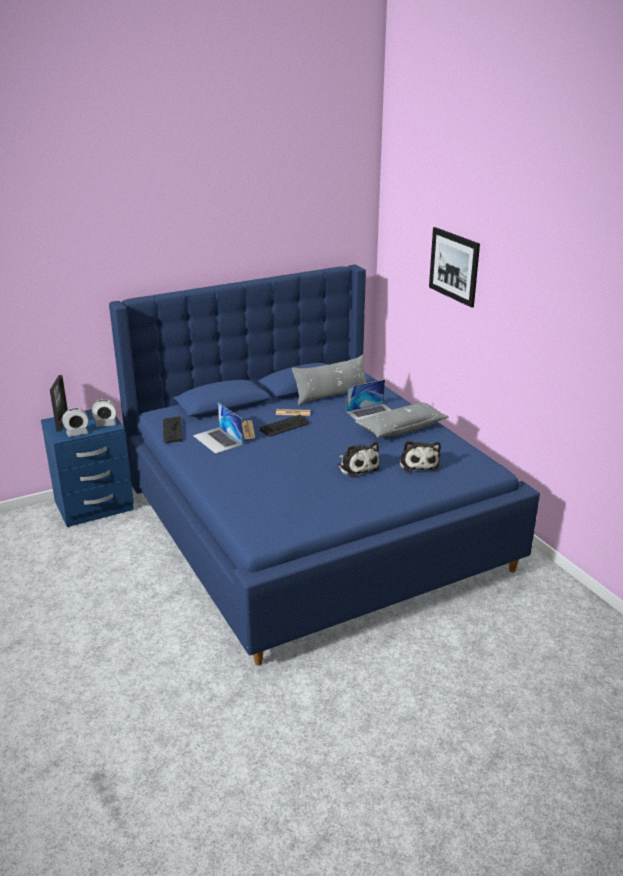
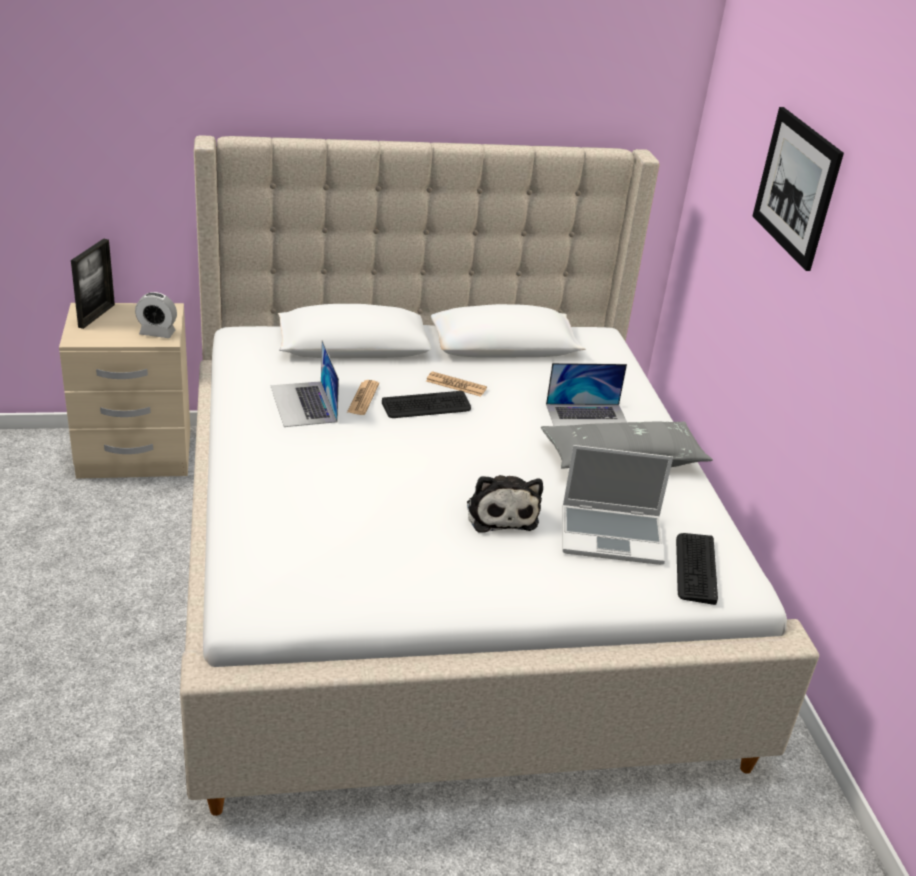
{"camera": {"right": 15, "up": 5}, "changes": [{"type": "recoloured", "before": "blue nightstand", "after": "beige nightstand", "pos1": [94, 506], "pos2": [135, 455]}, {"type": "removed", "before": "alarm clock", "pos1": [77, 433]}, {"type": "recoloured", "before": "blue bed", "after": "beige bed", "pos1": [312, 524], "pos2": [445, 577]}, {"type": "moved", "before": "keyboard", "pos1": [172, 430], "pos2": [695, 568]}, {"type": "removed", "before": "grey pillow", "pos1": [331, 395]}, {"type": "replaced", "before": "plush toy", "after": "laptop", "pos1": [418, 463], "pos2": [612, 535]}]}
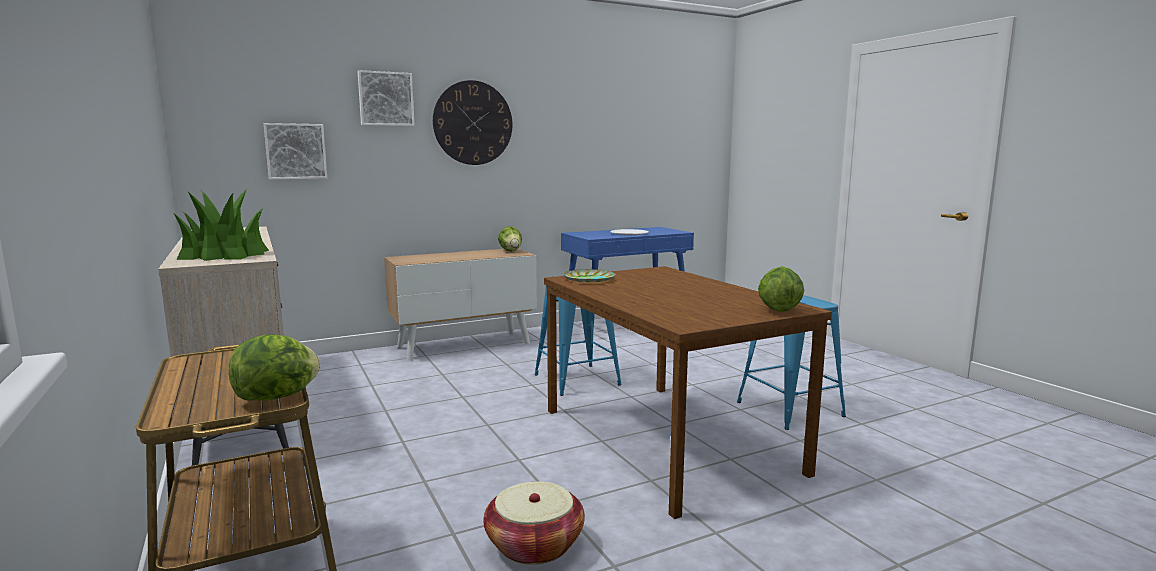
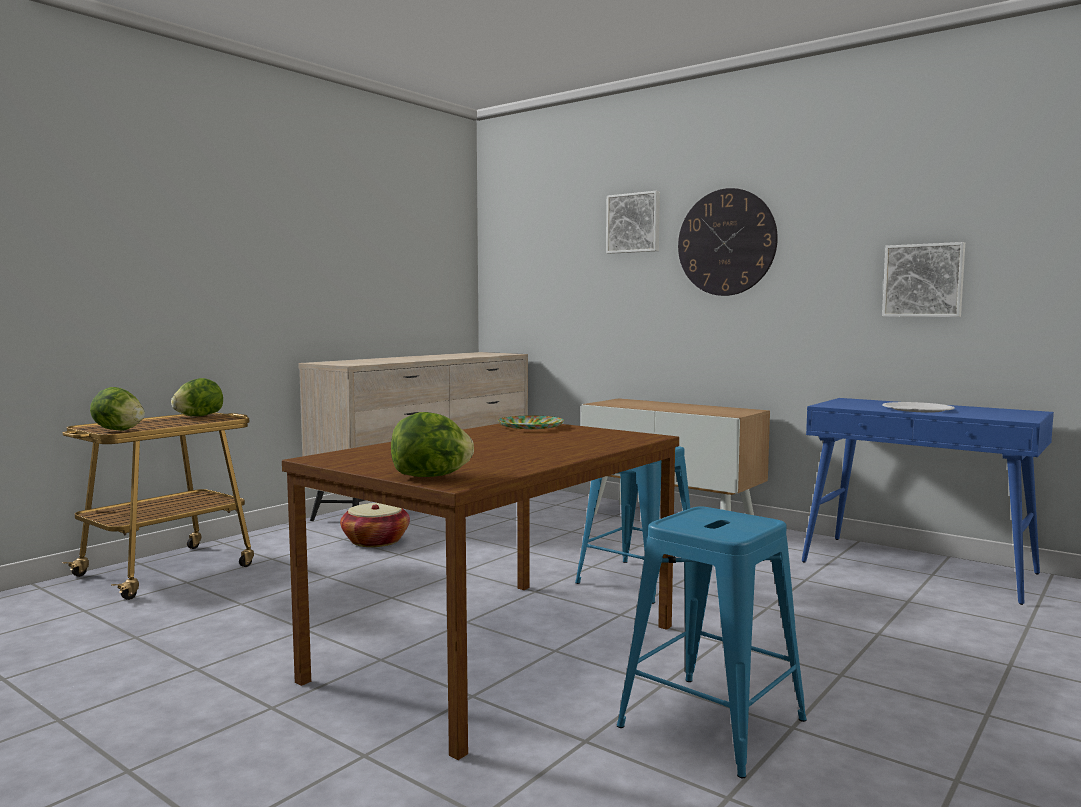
{"camera": {"right": 65, "up": -5}, "changes": [{"type": "removed", "before": "potted plant", "pos1": [225, 254]}, {"type": "moved", "before": "picture", "pos1": [296, 151], "pos2": [923, 280]}, {"type": "moved", "before": "basket", "pos1": [534, 545], "pos2": [375, 541]}, {"type": "moved", "before": "lettuce", "pos1": [510, 251], "pos2": [198, 416]}]}
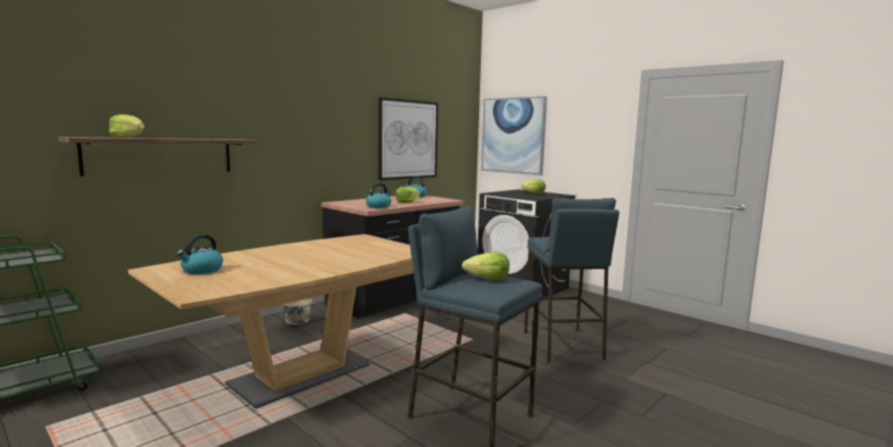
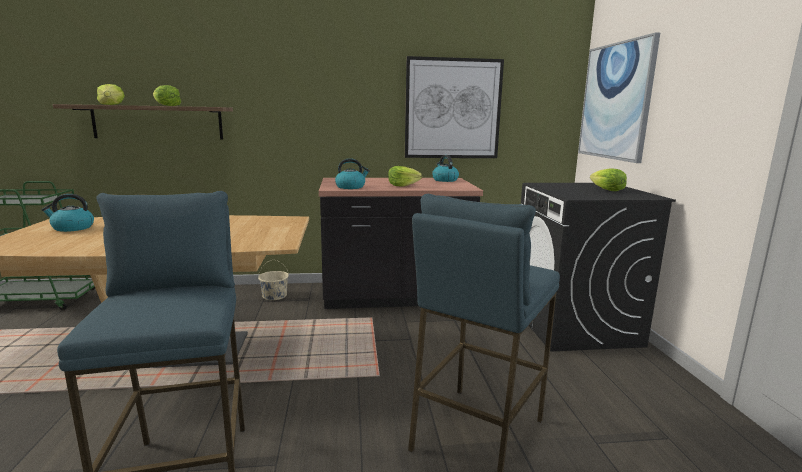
{"camera": {"right": 40, "up": 5}, "changes": [{"type": "moved", "before": "lettuce", "pos1": [488, 279], "pos2": [166, 106]}]}
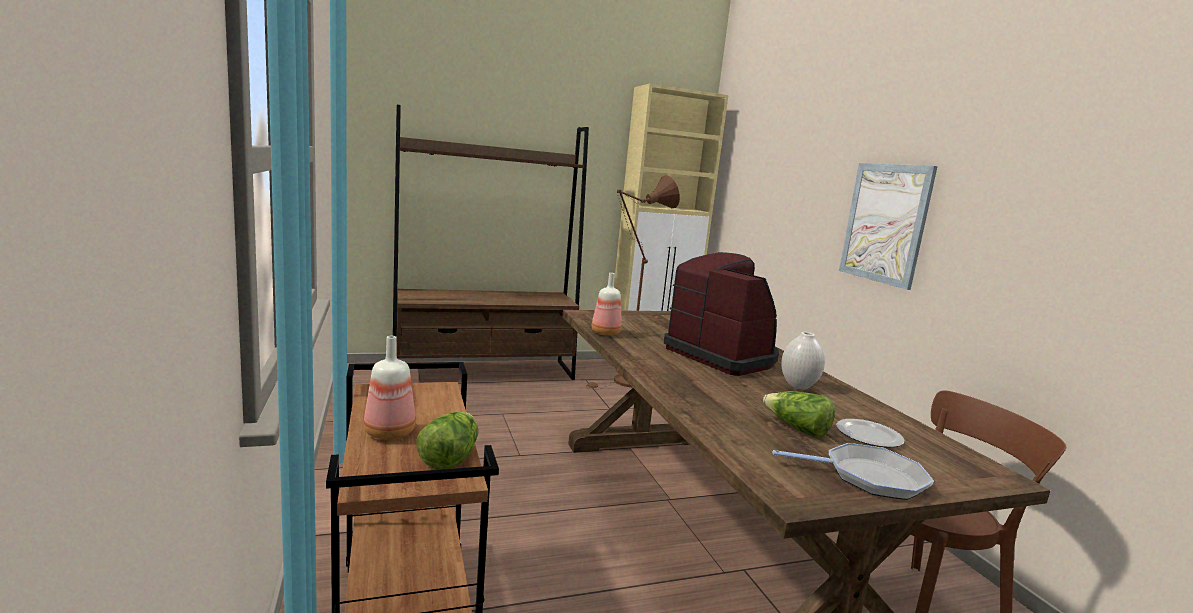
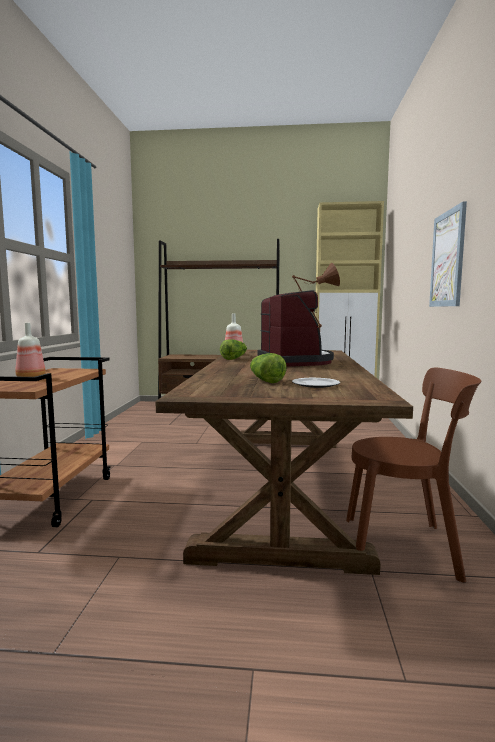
{"camera": {"right": 25, "up": -5}, "changes": [{"type": "moved", "before": "lettuce", "pos1": [449, 457], "pos2": [234, 358]}, {"type": "removed", "before": "frying pan", "pos1": [868, 477]}, {"type": "removed", "before": "white vase", "pos1": [797, 386]}]}
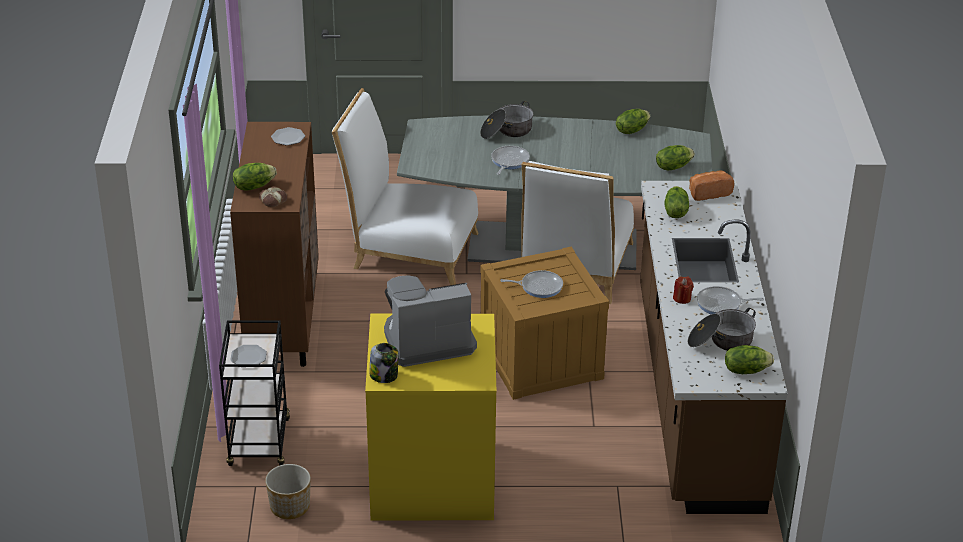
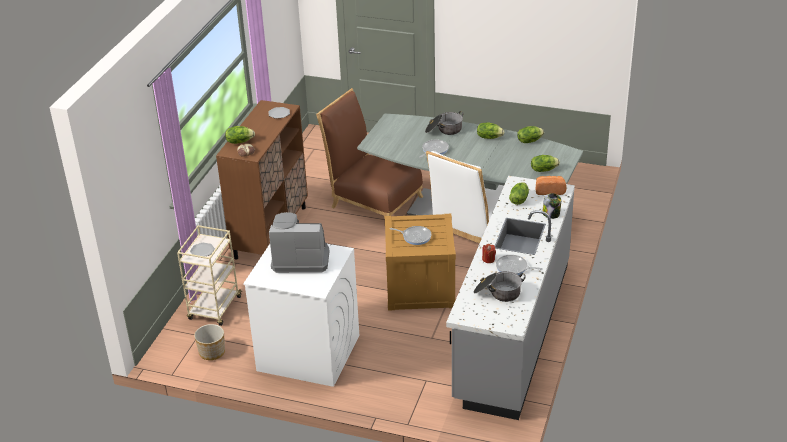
{"camera": {"right": 20, "up": 0}, "changes": [{"type": "recoloured", "before": "black cart", "after": "beige cart", "pos1": [259, 443], "pos2": [214, 309]}, {"type": "recoloured", "before": "white chair", "after": "brown chair", "pos1": [408, 250], "pos2": [372, 201]}, {"type": "recoloured", "before": "yellow washing machine", "after": "white washing machine", "pos1": [431, 480], "pos2": [307, 353]}, {"type": "moved", "before": "jar", "pos1": [384, 375], "pos2": [551, 214]}, {"type": "recoloured", "before": "brown counter", "after": "grey counter", "pos1": [695, 396], "pos2": [512, 330]}, {"type": "moved", "before": "lettuce", "pos1": [746, 370], "pos2": [489, 137]}]}
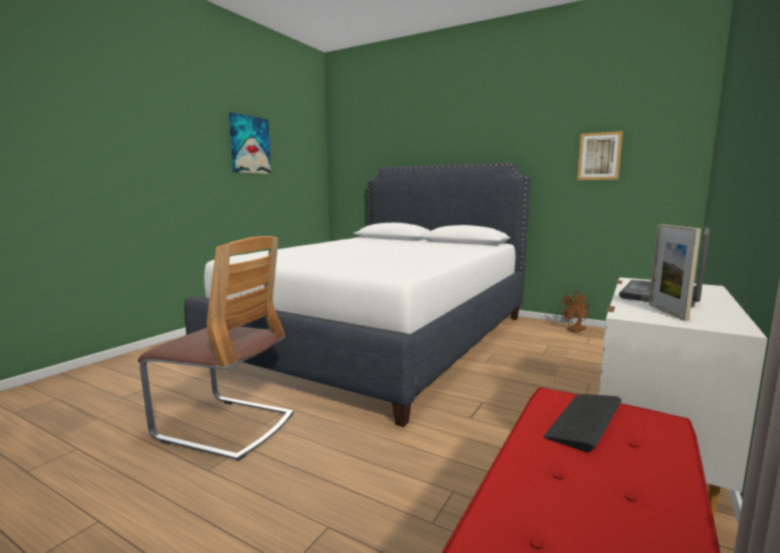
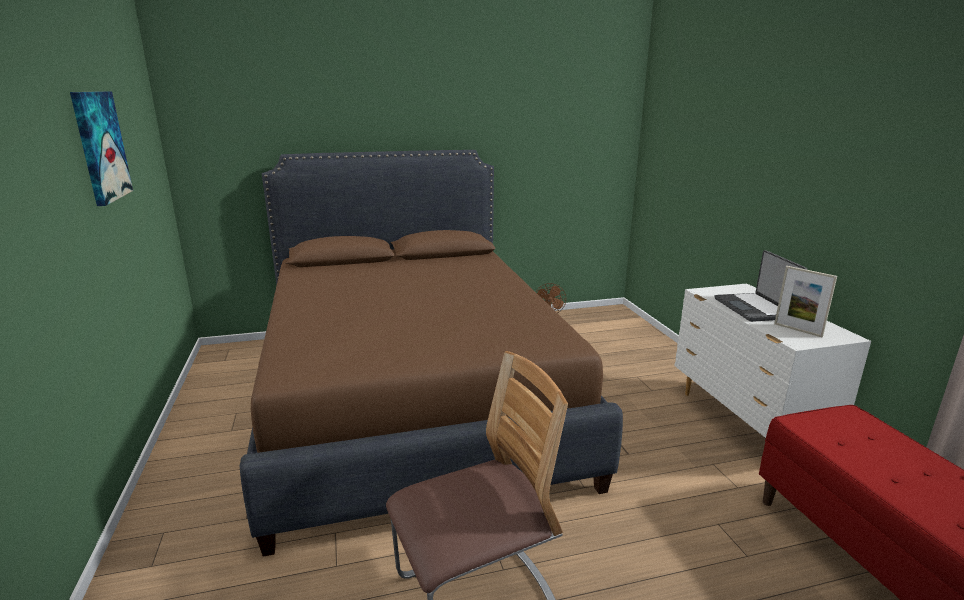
{"camera": {"right": -45, "up": 10}, "changes": [{"type": "recoloured", "before": "white bed", "after": "brown bed", "pos1": [383, 338], "pos2": [412, 398]}, {"type": "removed", "before": "keyboard", "pos1": [584, 421]}, {"type": "removed", "before": "picture", "pos1": [599, 156]}]}
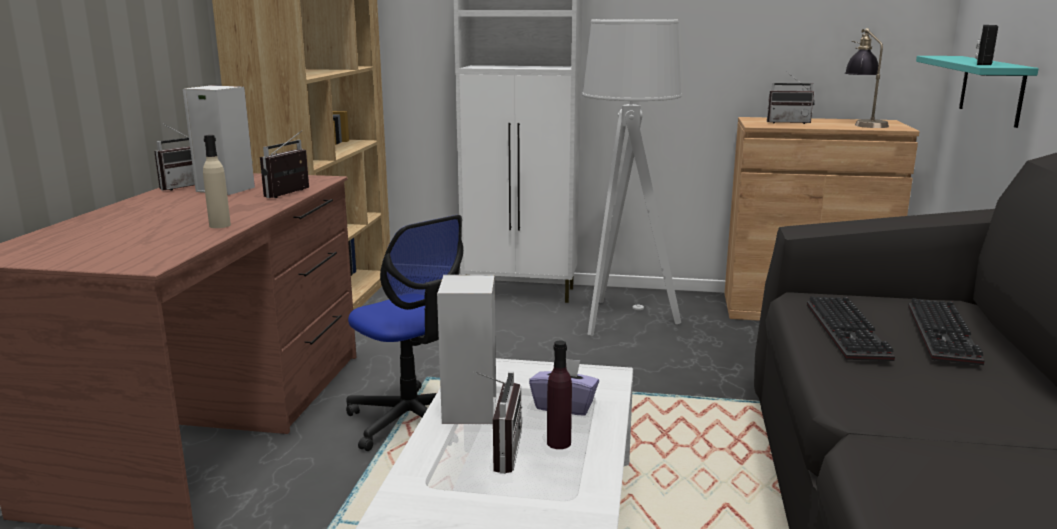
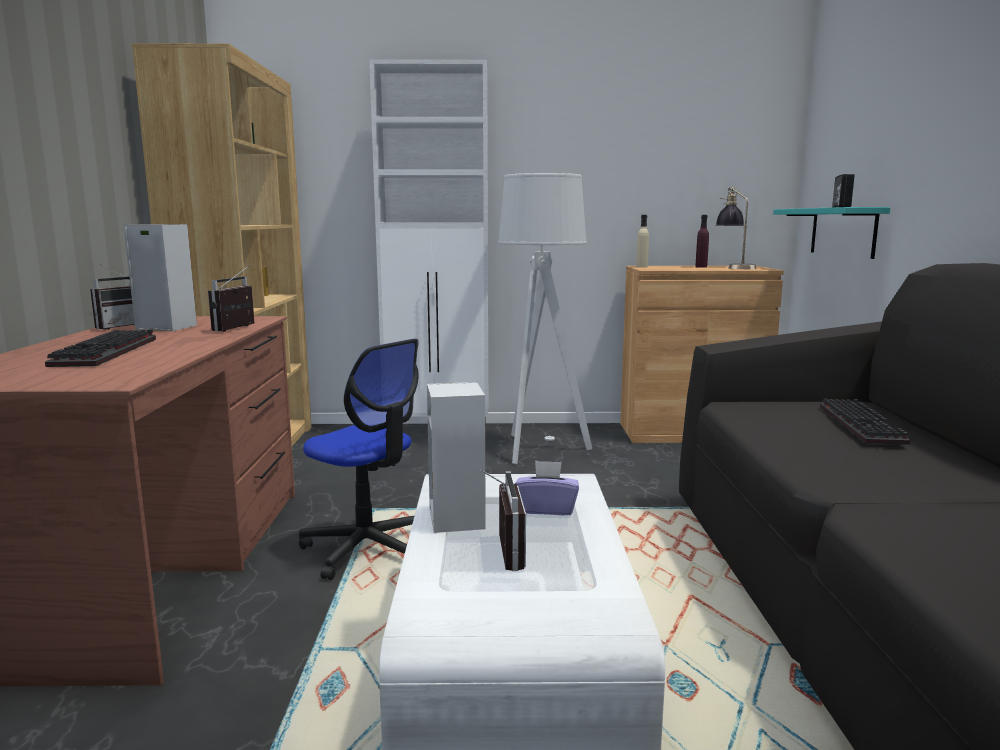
{"camera": {"right": -10, "up": -5}, "changes": [{"type": "moved", "before": "beige bottle", "pos1": [220, 225], "pos2": [641, 267]}, {"type": "moved", "before": "purple bottle", "pos1": [559, 443], "pos2": [701, 267]}, {"type": "removed", "before": "radio", "pos1": [788, 122]}, {"type": "moved", "before": "keyboard", "pos1": [850, 332], "pos2": [108, 352]}]}
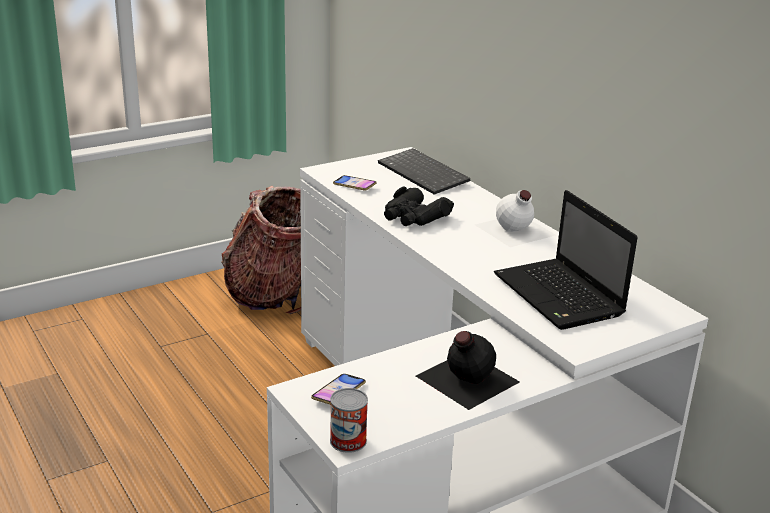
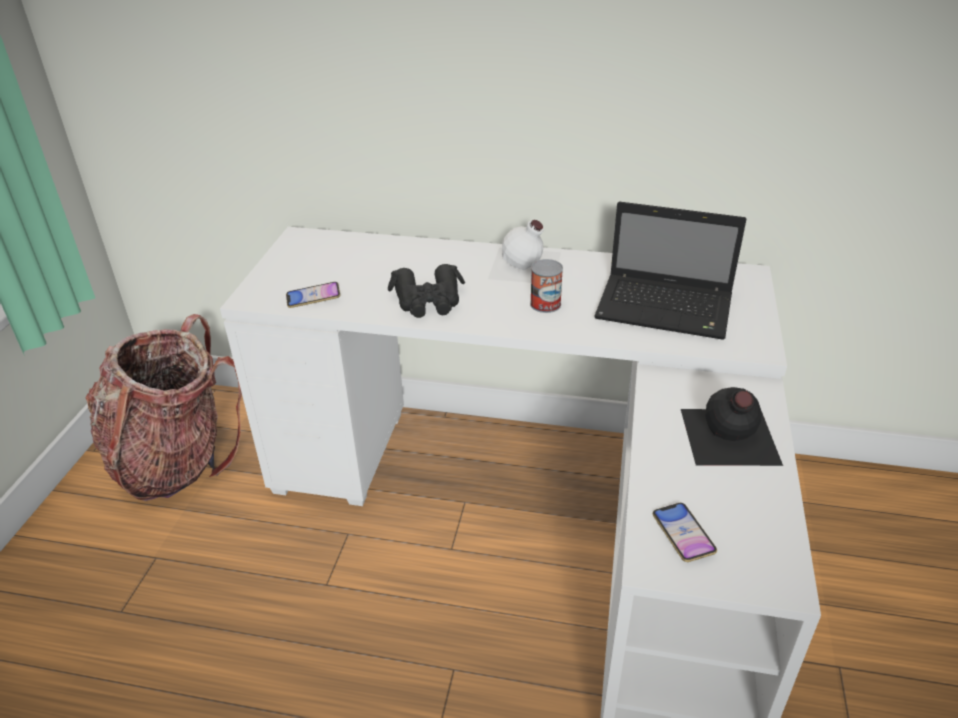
{"camera": {"right": -45, "up": 10}, "changes": [{"type": "moved", "before": "can", "pos1": [348, 441], "pos2": [545, 304]}, {"type": "removed", "before": "keyboard", "pos1": [425, 174]}]}
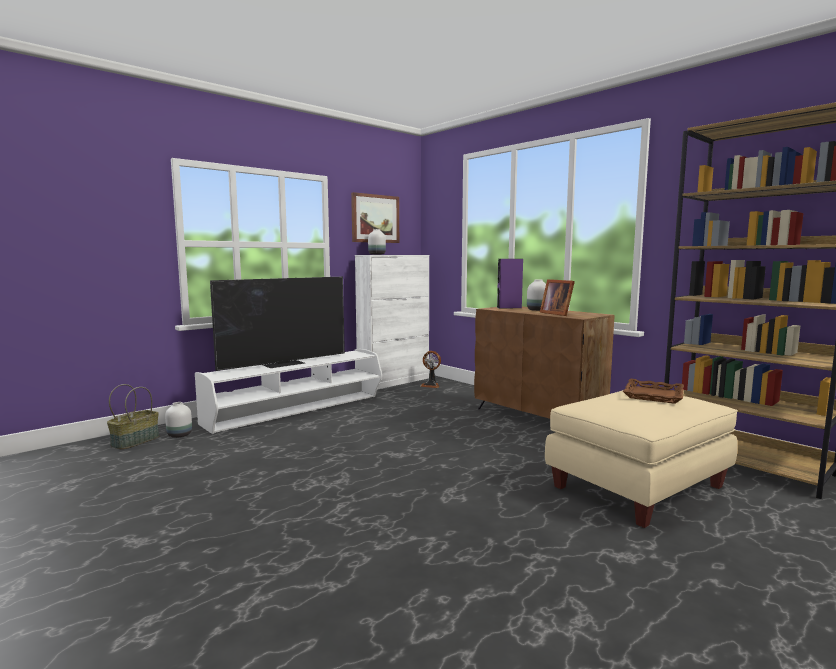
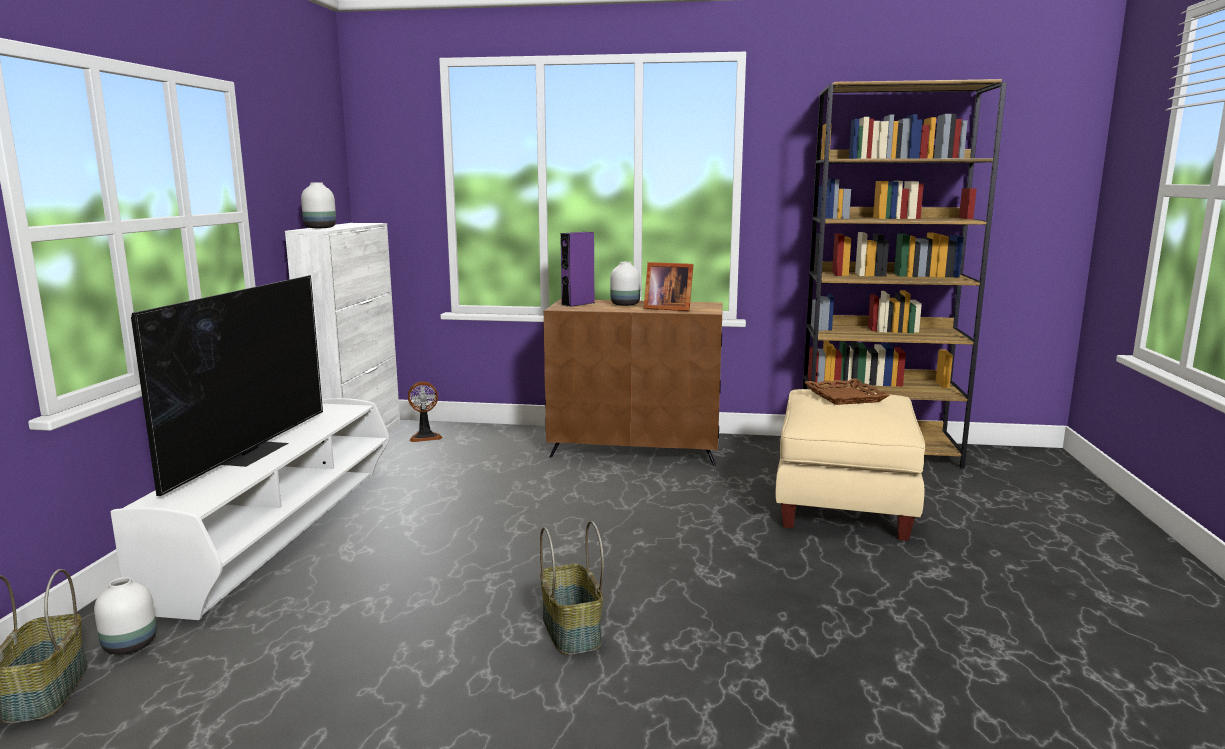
{"camera": {"right": -40, "up": 5}, "changes": [{"type": "removed", "before": "picture", "pos1": [375, 218]}, {"type": "added", "after": "basket", "pos2": [569, 630]}]}
